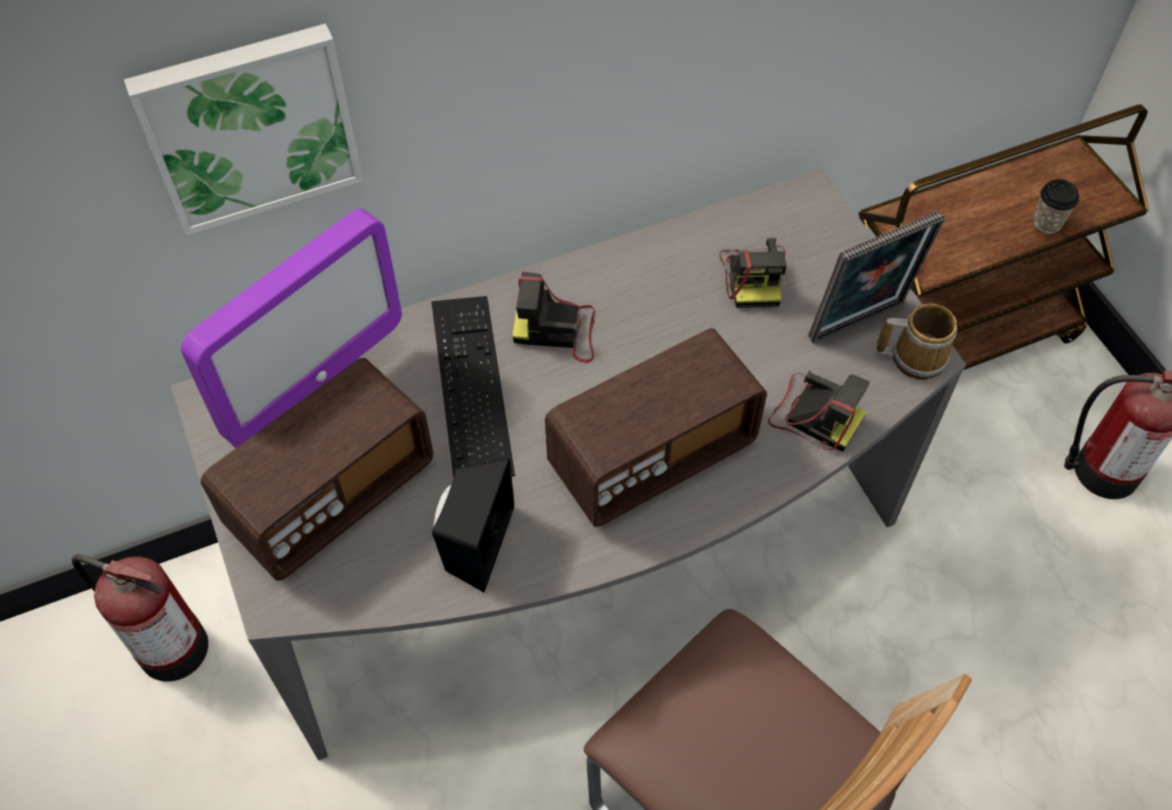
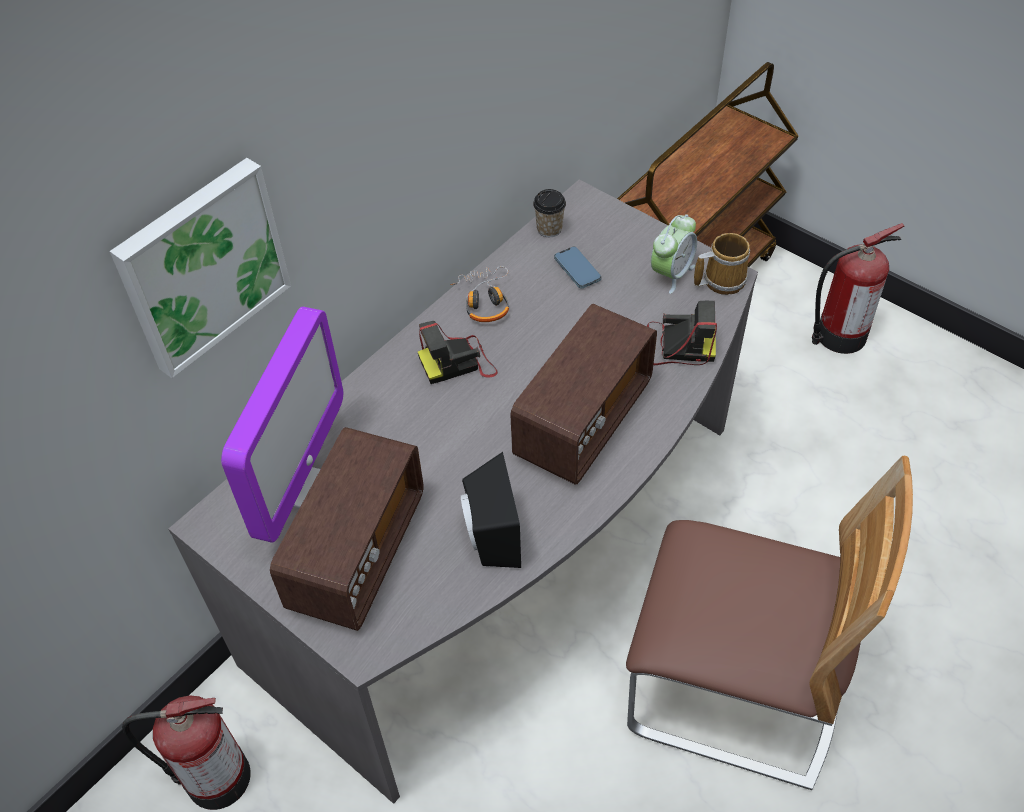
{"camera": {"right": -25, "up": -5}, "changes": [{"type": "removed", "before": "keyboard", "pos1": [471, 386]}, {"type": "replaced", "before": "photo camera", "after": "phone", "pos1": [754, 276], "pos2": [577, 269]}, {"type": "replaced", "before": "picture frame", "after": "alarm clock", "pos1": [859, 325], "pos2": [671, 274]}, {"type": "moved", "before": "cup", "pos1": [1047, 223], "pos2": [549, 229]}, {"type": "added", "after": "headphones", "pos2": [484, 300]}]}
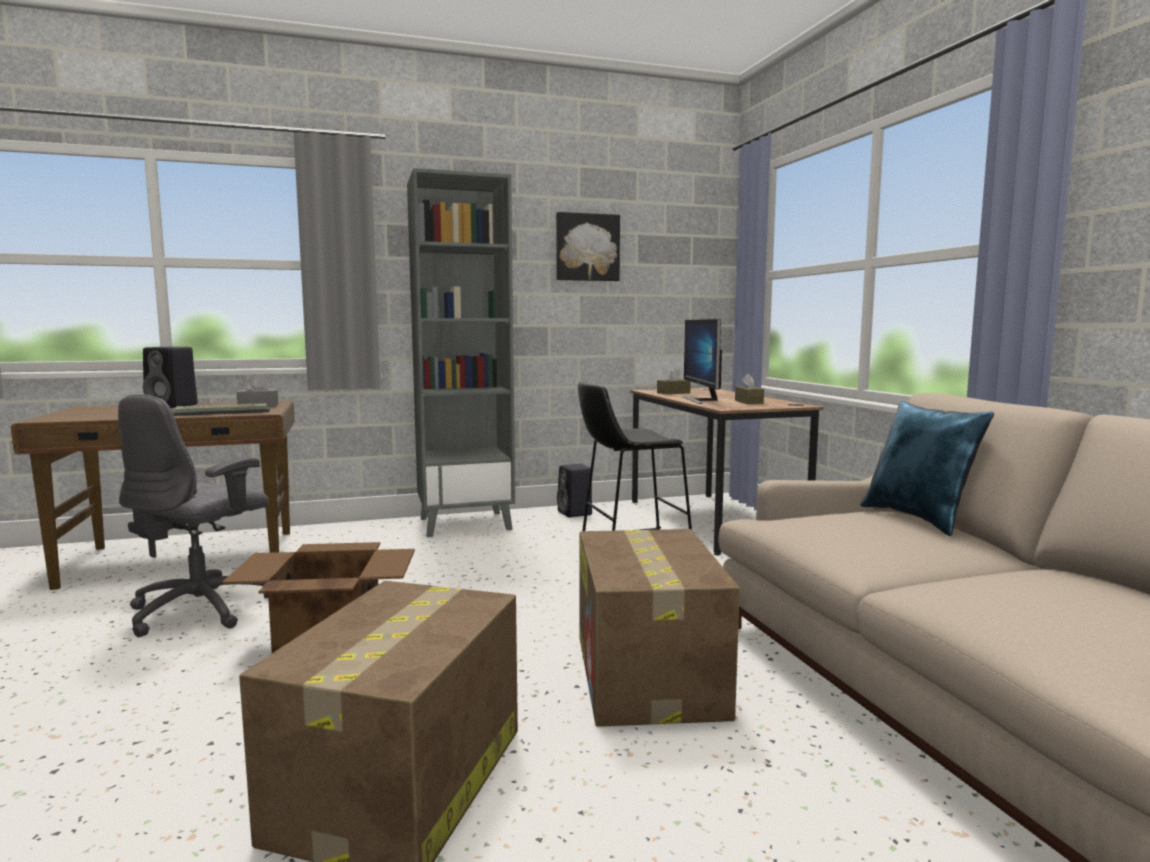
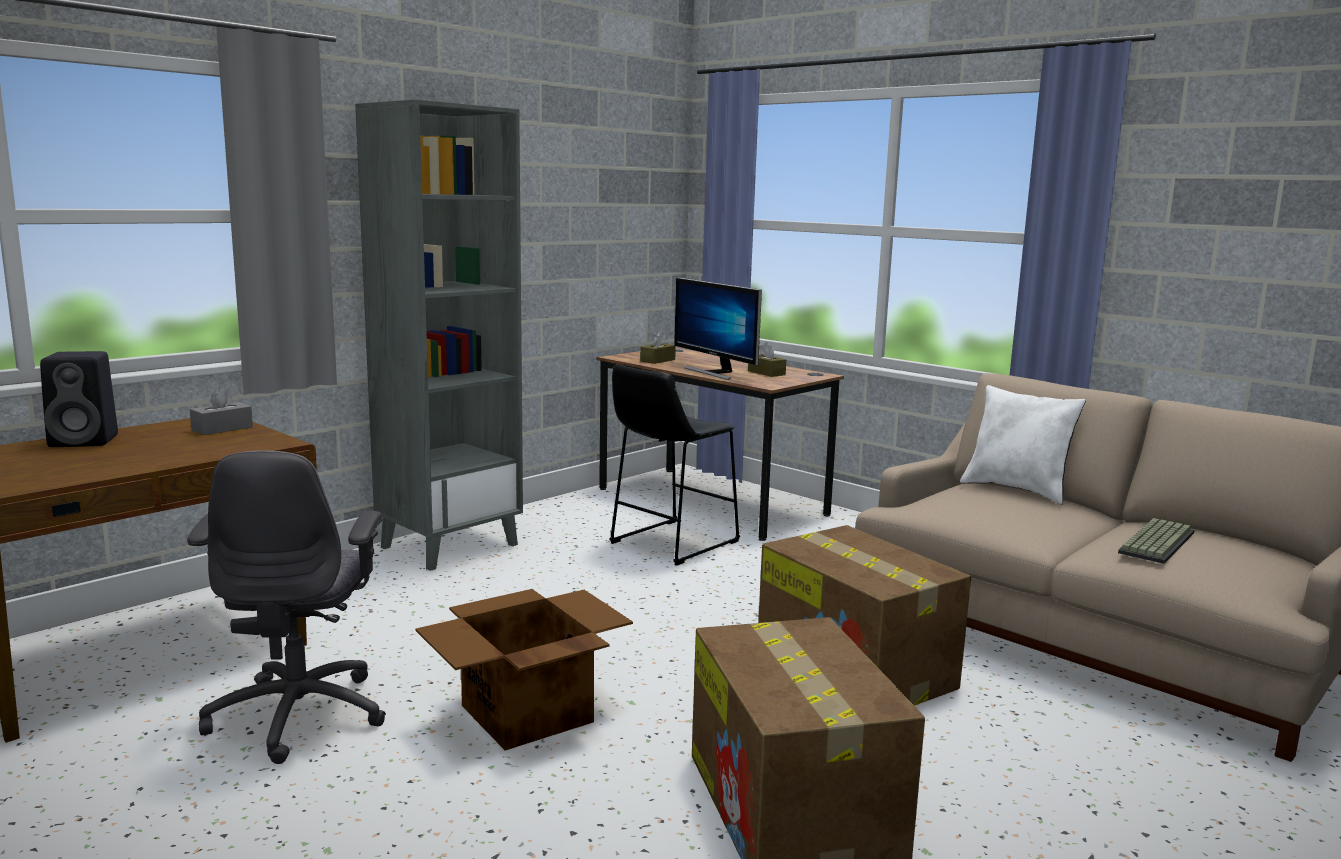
{"camera": {"right": -30, "up": 5}, "changes": [{"type": "moved", "before": "keyboard", "pos1": [223, 412], "pos2": [1155, 542]}, {"type": "removed", "before": "picture", "pos1": [587, 247]}, {"type": "removed", "before": "black speaker", "pos1": [575, 513]}, {"type": "recoloured", "before": "blue pillow", "after": "white pillow", "pos1": [919, 519], "pos2": [1017, 490]}]}
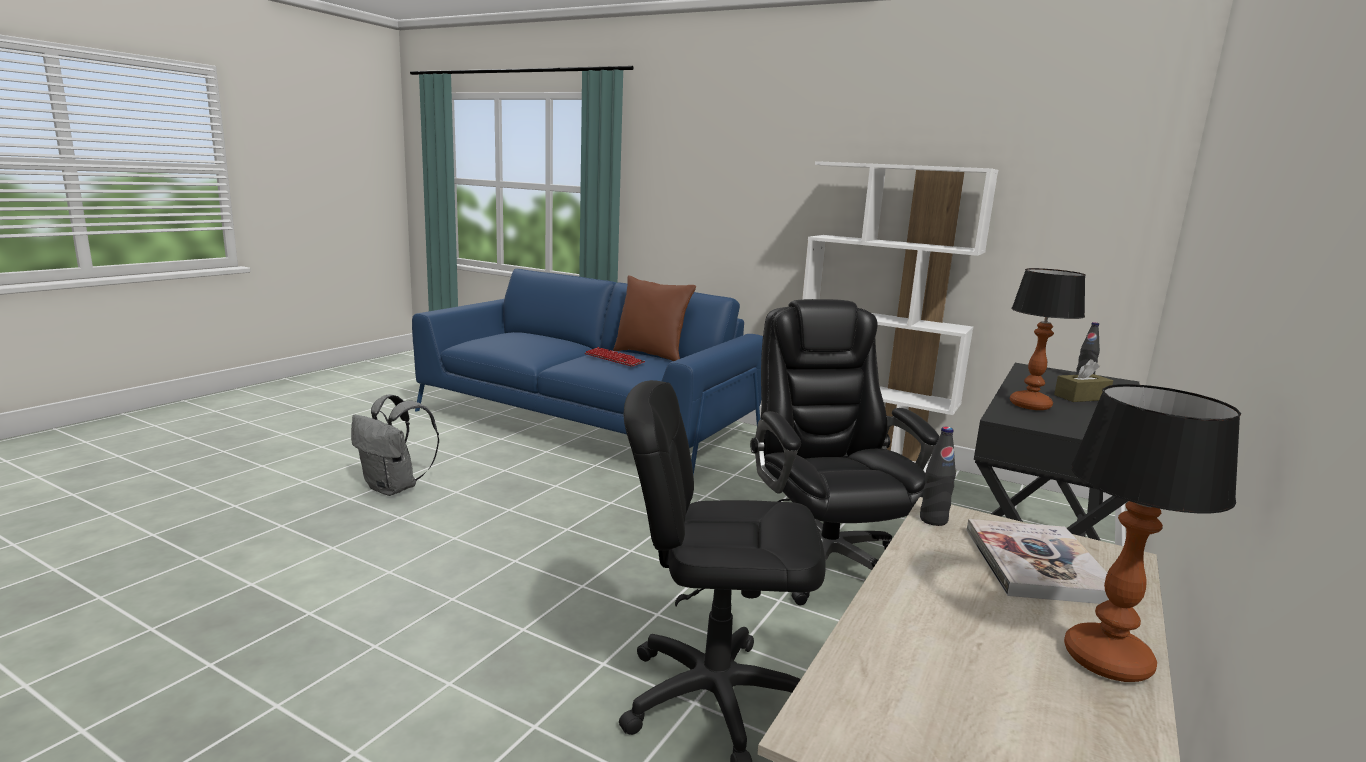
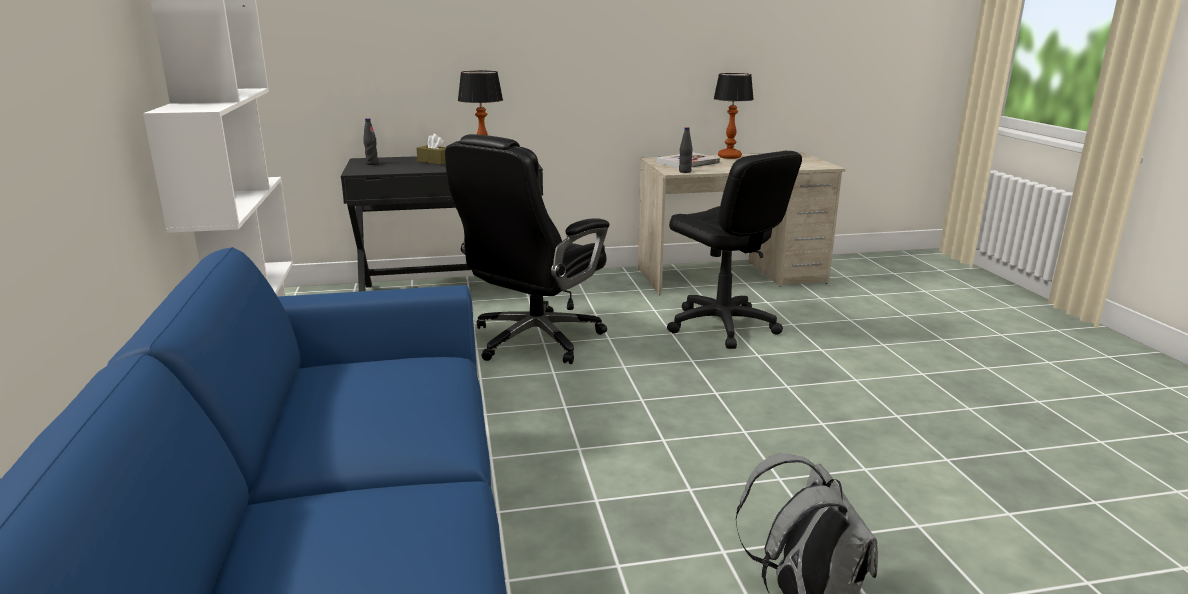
{"camera": {"right": -130, "up": 5}, "changes": [{"type": "removed", "before": "keyboard", "pos1": [614, 359]}, {"type": "removed", "before": "brown pillow", "pos1": [651, 355]}]}
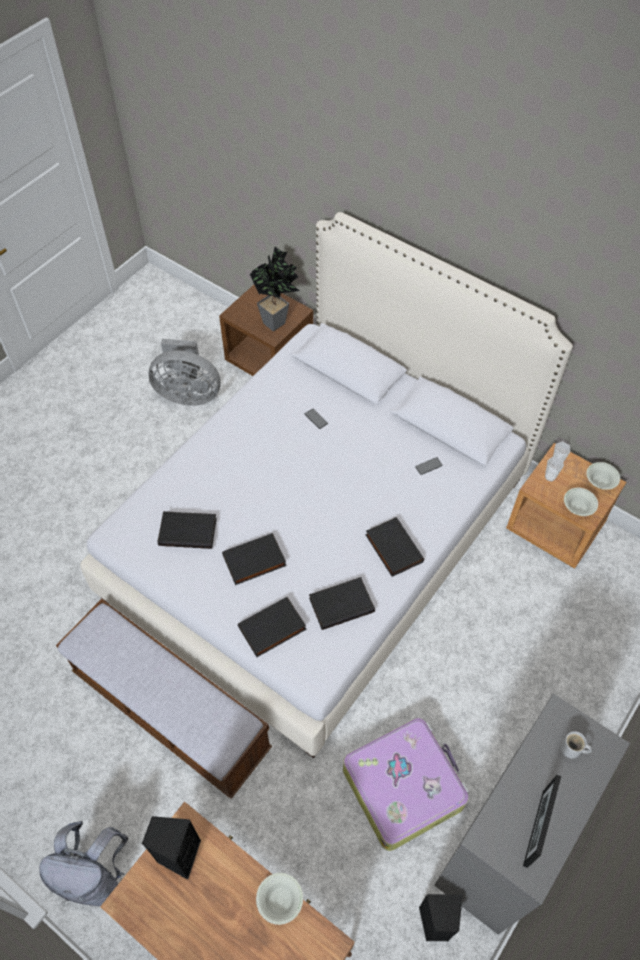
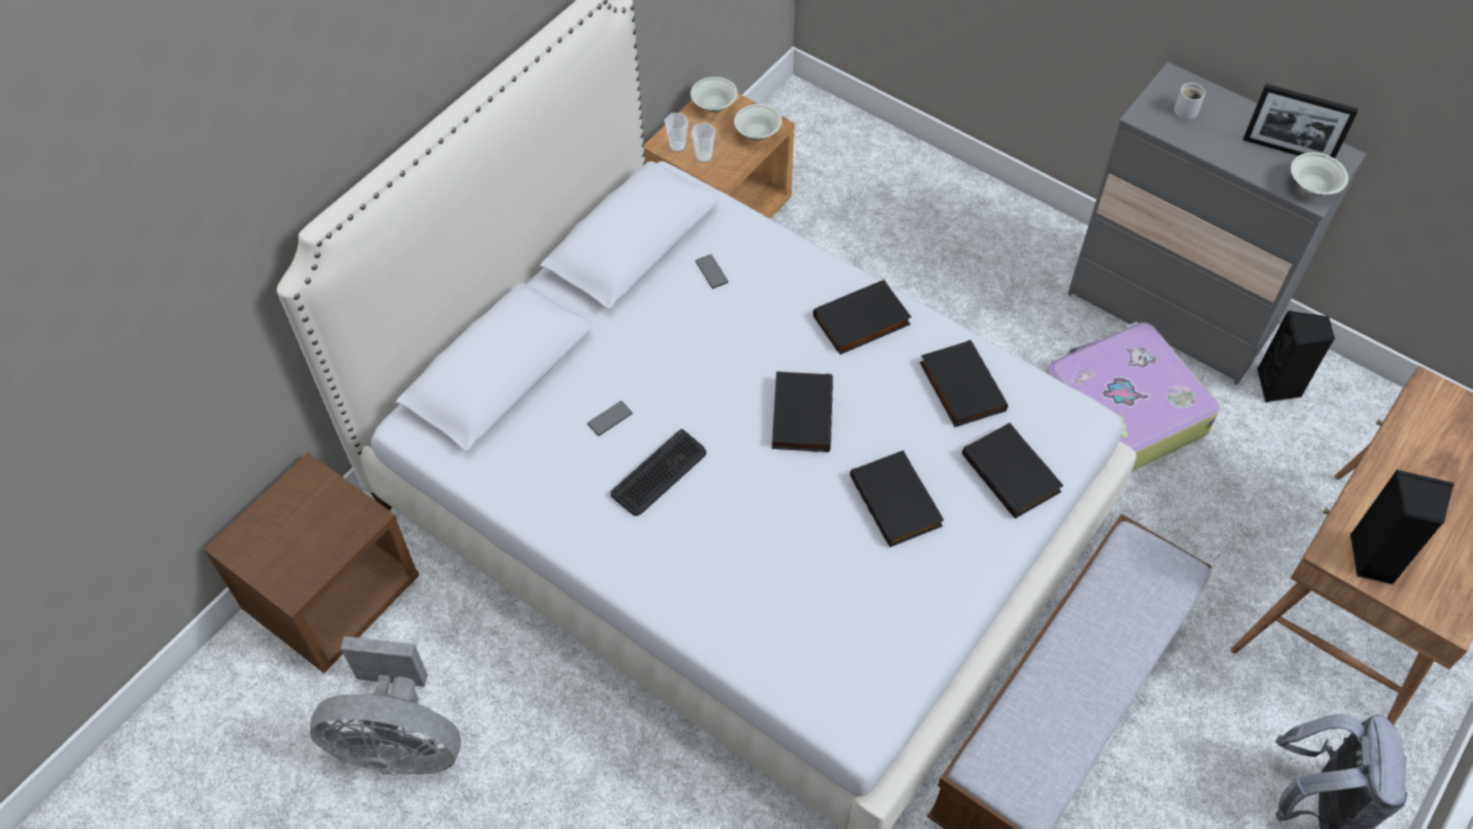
{"camera": {"right": -90, "up": 0}, "changes": [{"type": "turned", "before": "grey fan", "pos1": [188, 394], "pos2": [399, 743], "turn": 90}, {"type": "moved", "before": "black book", "pos1": [188, 531], "pos2": [800, 414]}, {"type": "removed", "before": "potted plant", "pos1": [278, 322]}, {"type": "moved", "before": "white bowl", "pos1": [280, 900], "pos2": [1311, 188]}, {"type": "added", "after": "keyboard", "pos2": [659, 473]}]}
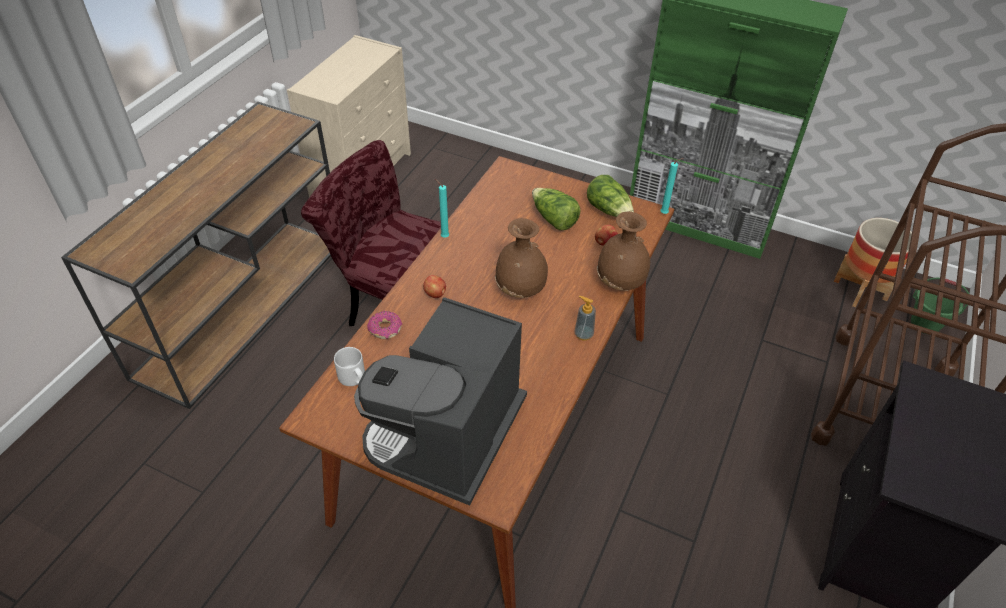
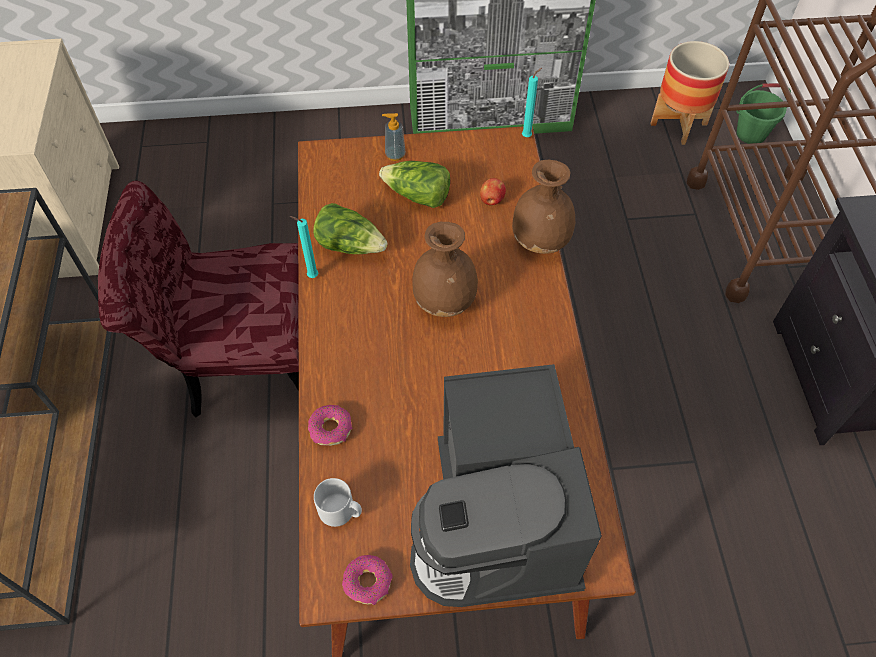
{"camera": {"right": -30, "up": 10}, "changes": [{"type": "removed", "before": "apple", "pos1": [435, 294]}, {"type": "moved", "before": "soap dispenser", "pos1": [583, 334], "pos2": [395, 155]}, {"type": "moved", "before": "lettuce", "pos1": [609, 210], "pos2": [350, 245]}, {"type": "added", "after": "donut", "pos2": [368, 582]}]}
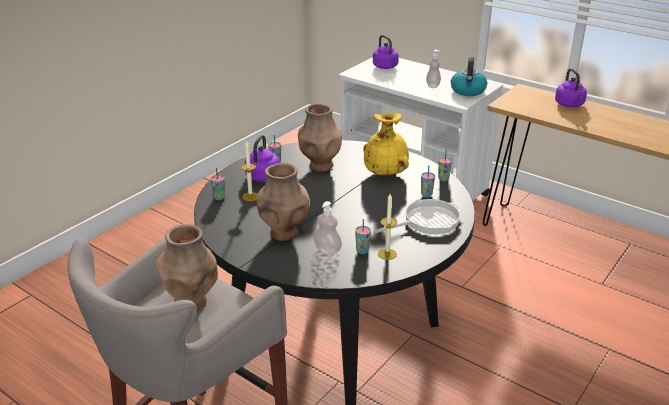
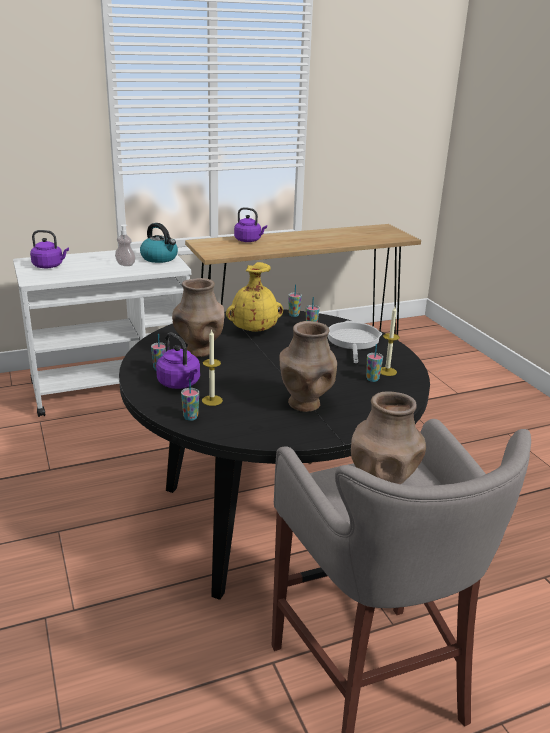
{"camera": {"right": -60, "up": -5}, "changes": [{"type": "removed", "before": "soap dispenser", "pos1": [327, 250]}]}
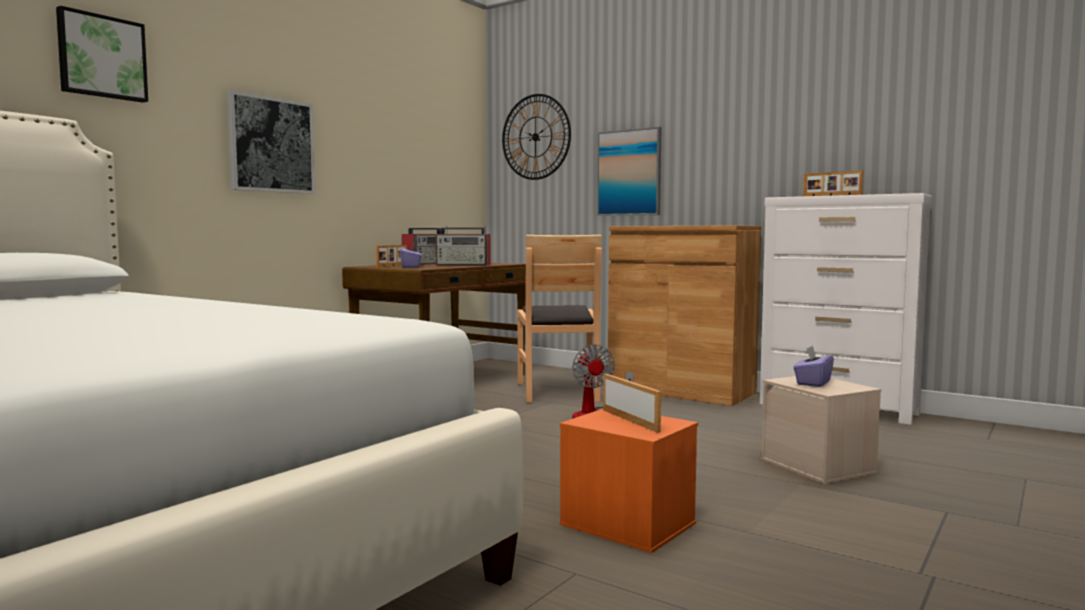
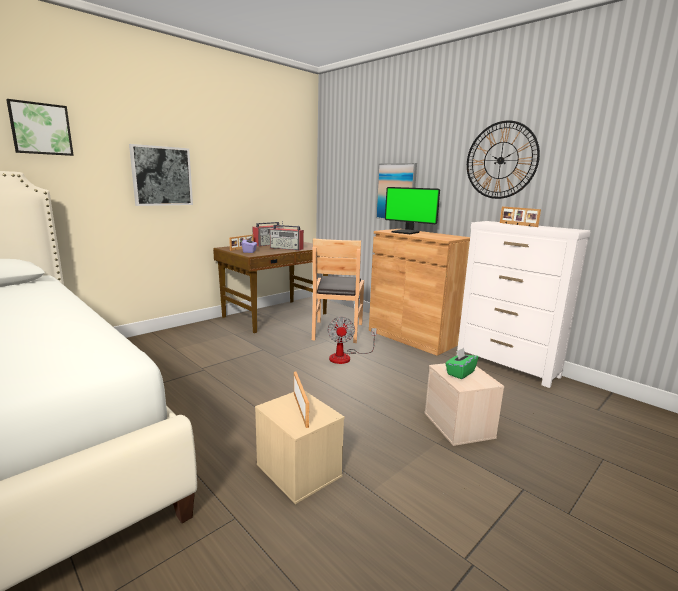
{"camera": {"right": 10, "up": 10}, "changes": [{"type": "moved", "before": "wall clock", "pos1": [535, 137], "pos2": [501, 160]}, {"type": "recoloured", "before": "orange storage box", "after": "beige storage box", "pos1": [625, 524], "pos2": [297, 470]}, {"type": "recoloured", "before": "purple tissue box", "after": "green tissue box", "pos1": [812, 383], "pos2": [460, 373]}, {"type": "added", "after": "monitor", "pos2": [406, 232]}]}
